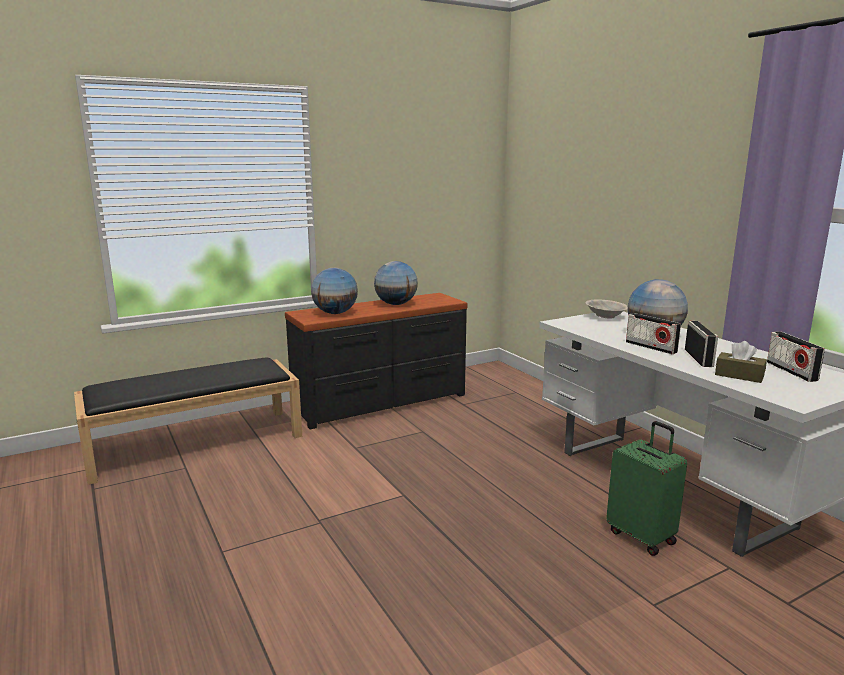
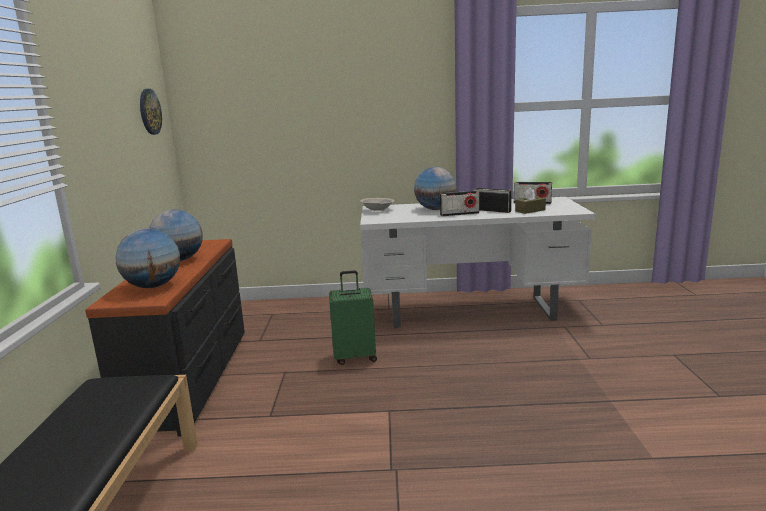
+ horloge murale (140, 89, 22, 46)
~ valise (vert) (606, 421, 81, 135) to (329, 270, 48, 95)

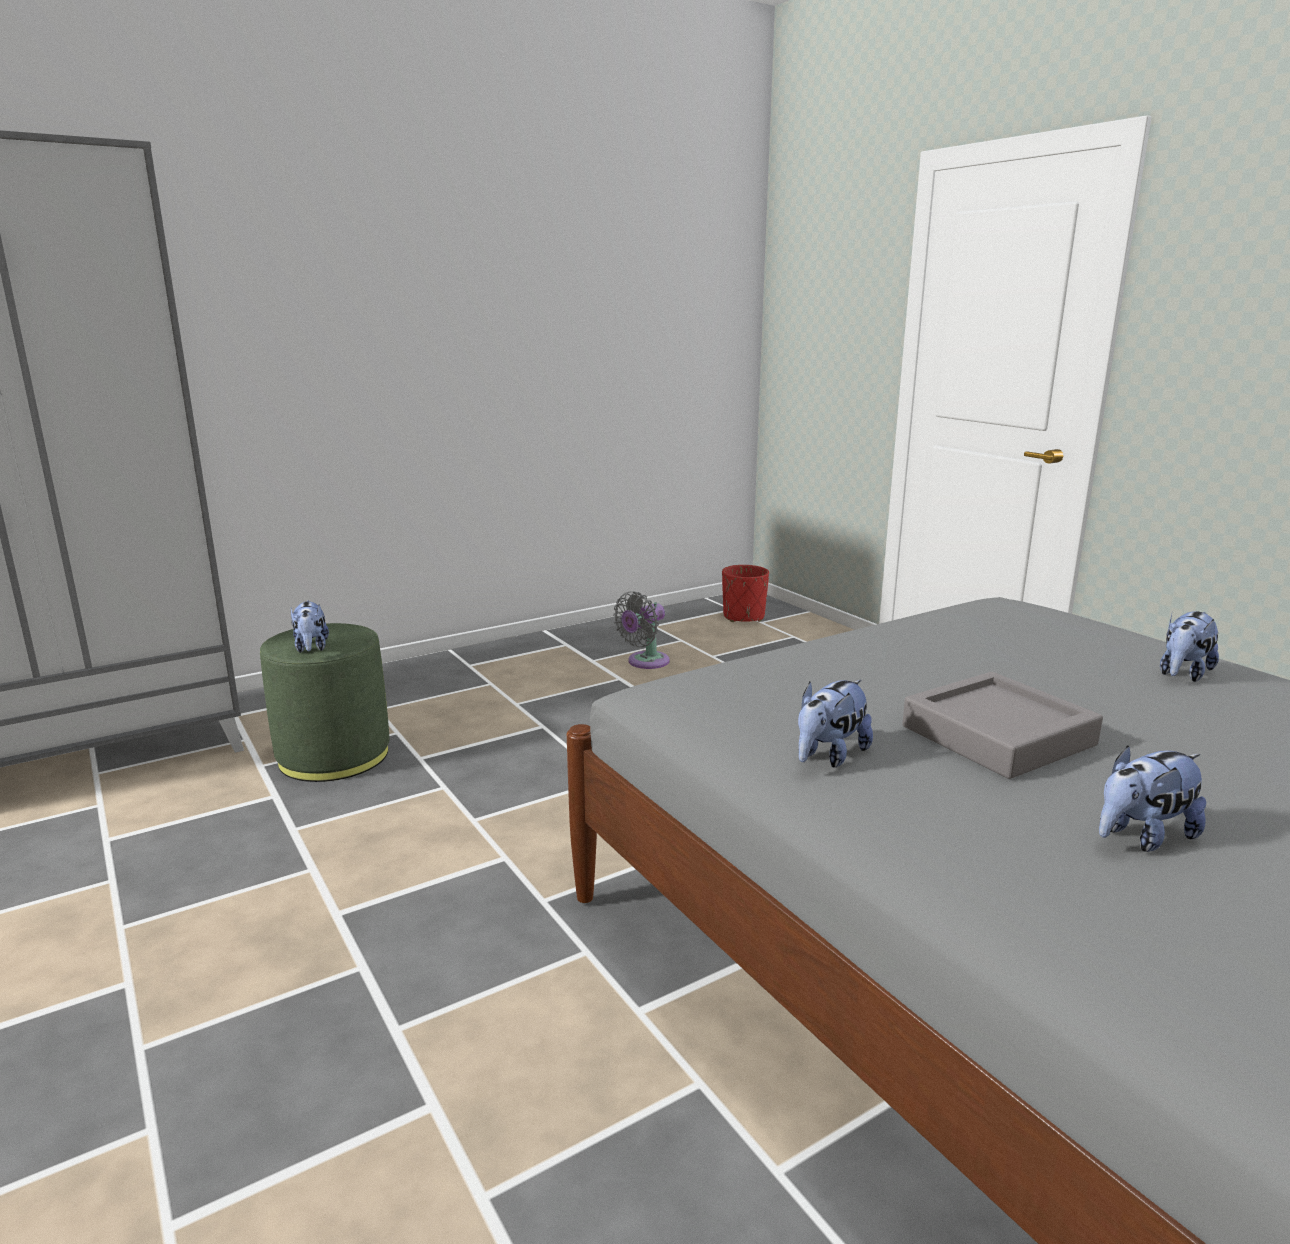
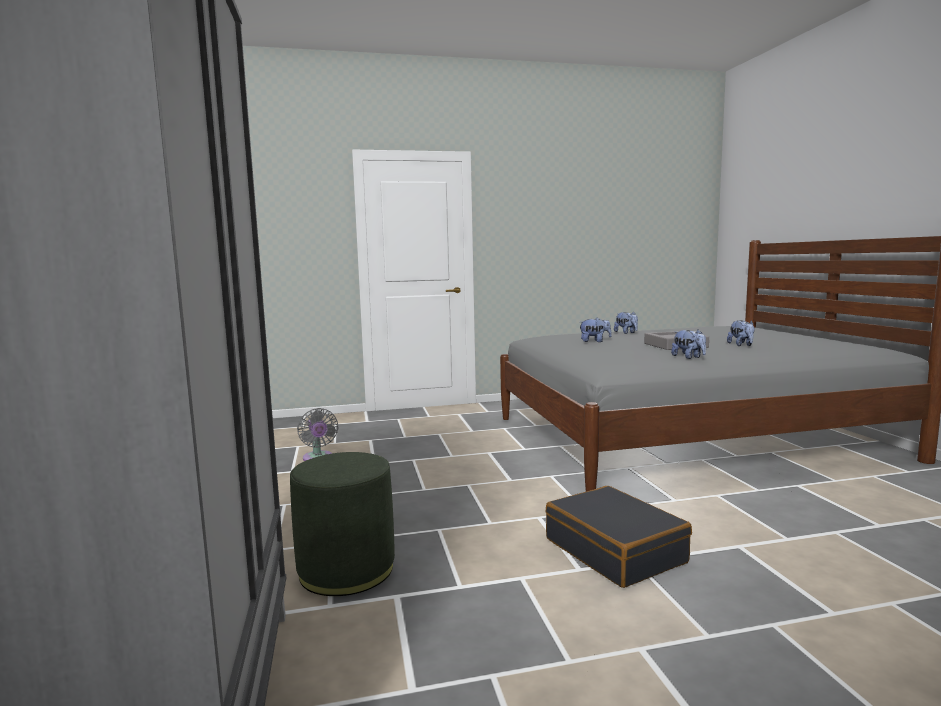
- cache-pot (rouge) (722, 565, 47, 57)
+ valise (noir) (545, 486, 147, 102)
~ peluche (291, 601, 38, 52) to (580, 318, 32, 24)

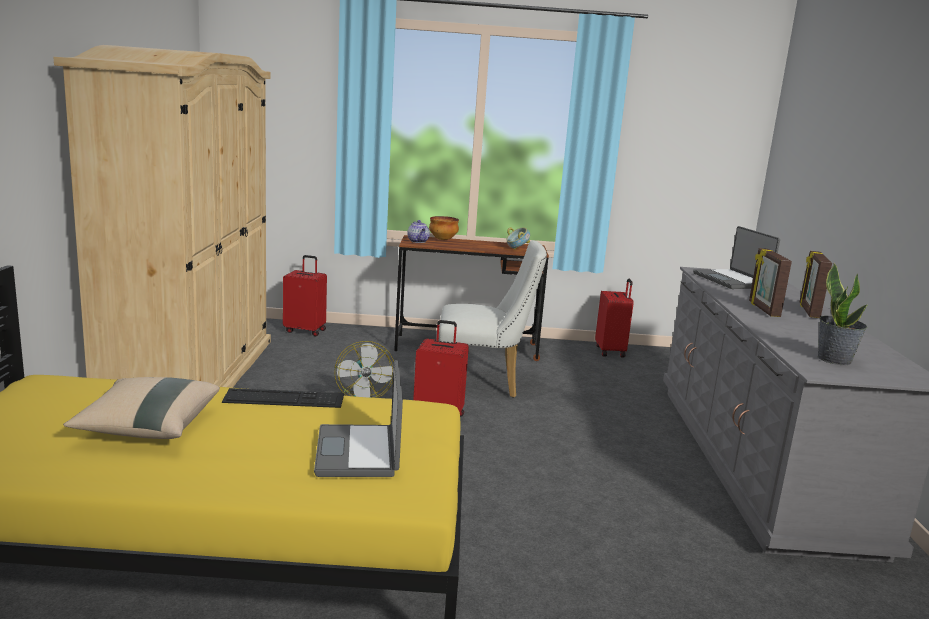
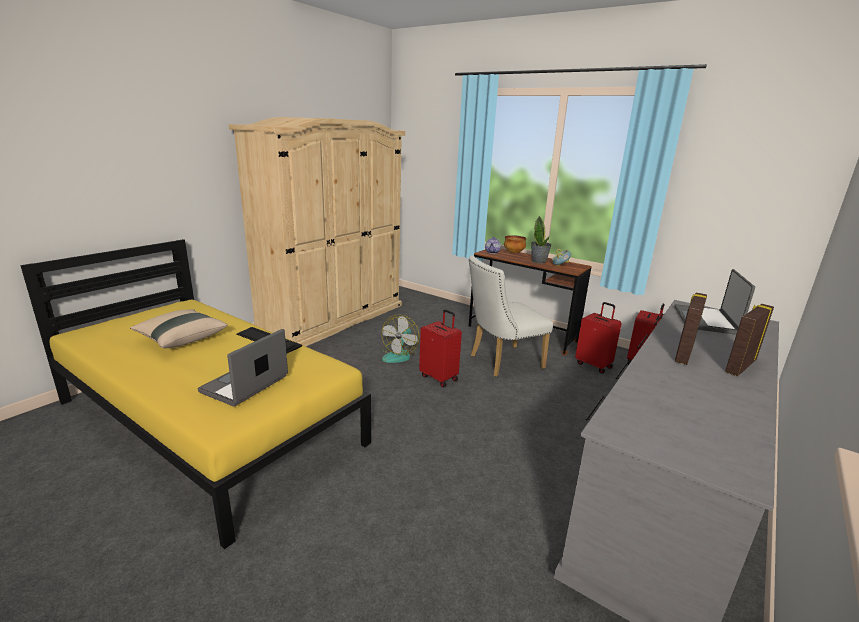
~ valise (rouge) (283, 255, 44, 81) to (575, 302, 47, 72)
~ plante en pot (818, 263, 49, 102) to (531, 215, 21, 49)
~ chaise (blanc) (439, 240, 108, 158) = (469, 255, 84, 122) 120 degrees clockwise

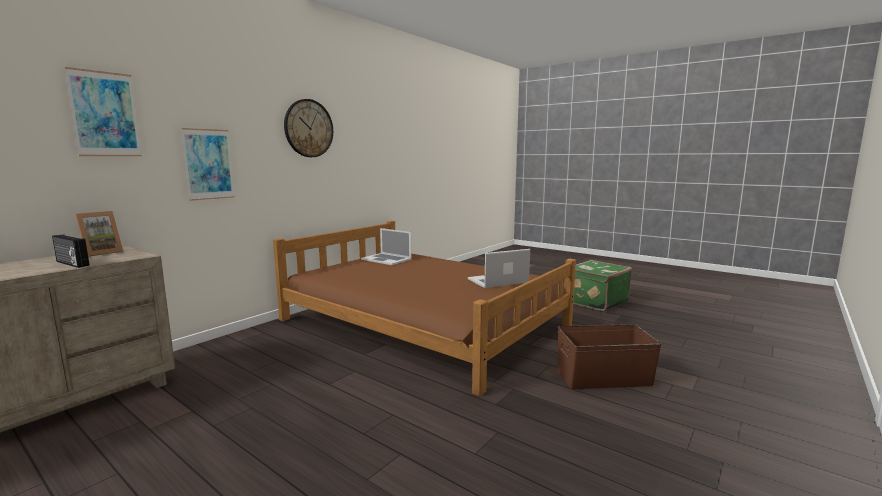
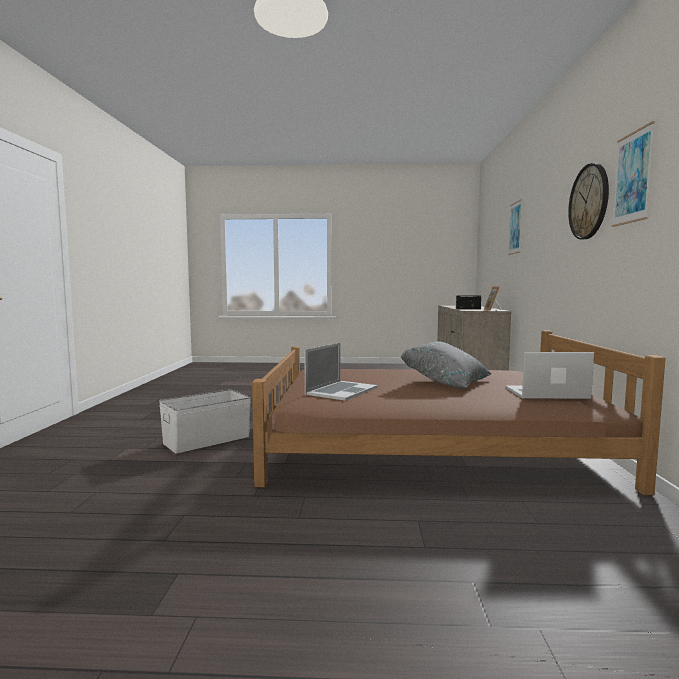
- valise (vert) (564, 260, 68, 51)
+ coussin (gris) (401, 341, 90, 47)
~ tableau (181, 128, 54, 73) to (612, 121, 43, 106)
~ boîte de rangement (marron) (558, 324, 104, 65) to boîte de rangement (blanc) (159, 389, 92, 65)

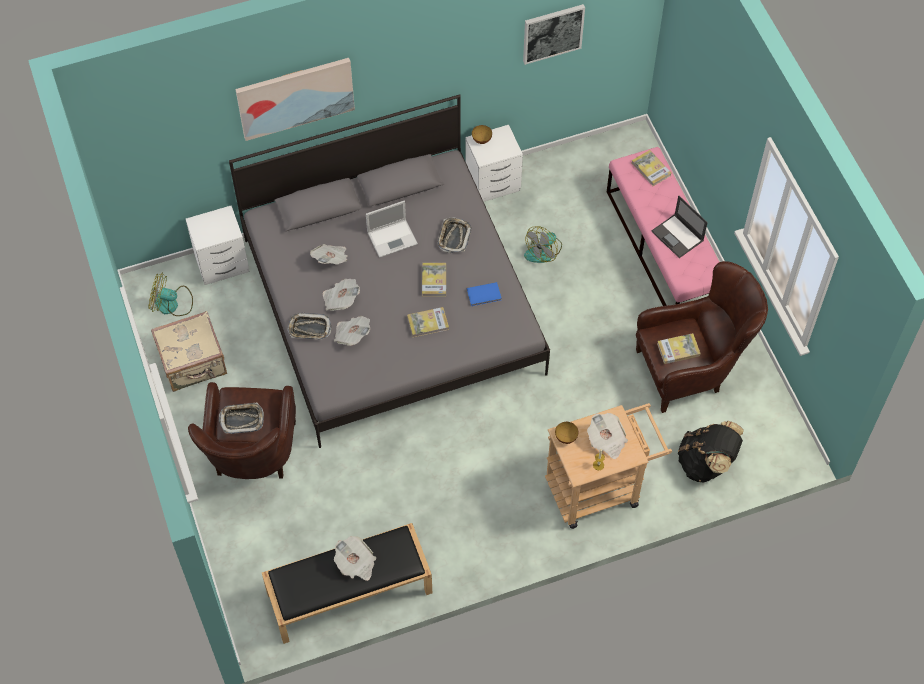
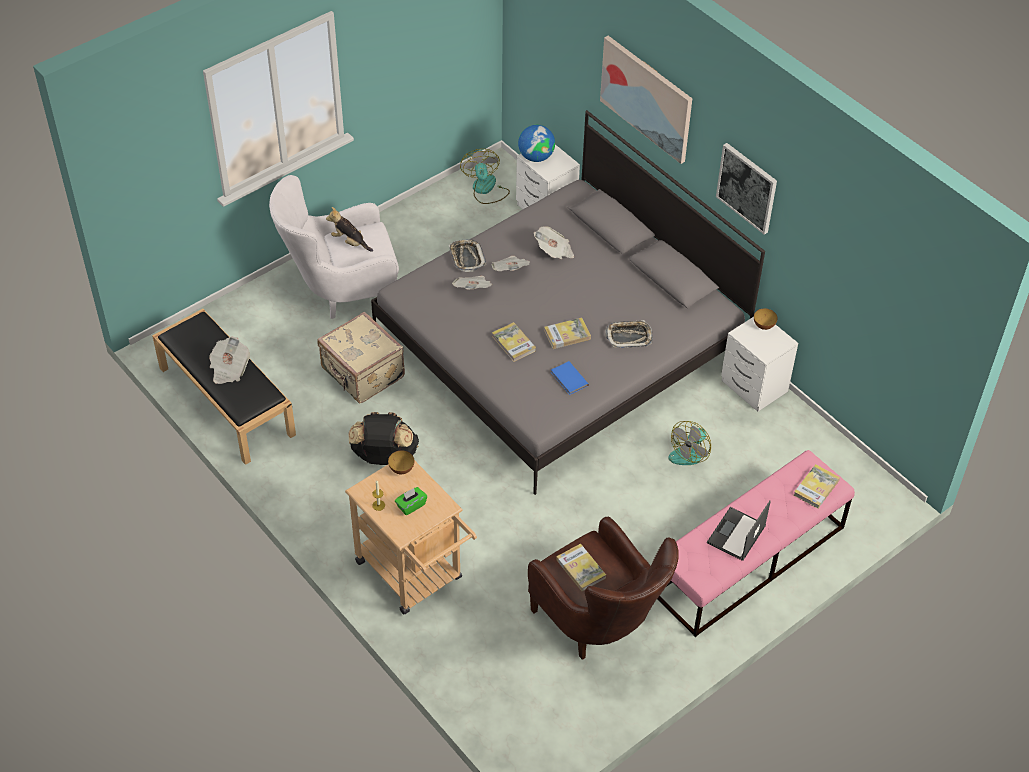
- ordinateur portable (366, 201, 52, 57)
+ globe (518, 125, 37, 37)
~ valise (beige) (151, 311, 76, 81) to (317, 311, 88, 92)
~ tableau (523, 4, 62, 61) to (716, 143, 61, 92)
~ sac à dos (noir) (678, 421, 66, 62) to (349, 412, 70, 53)
~ plateau (219, 402, 45, 32) to peluche (326, 207, 47, 45)
~ journal (587, 413, 41, 46) to boîte à mouchoirs (vert) (395, 487, 32, 28)
~ fauteuil (marron) (188, 382, 108, 97) to fauteuil (blanc) (269, 175, 130, 144)
~ ventilateur (524, 227, 38, 36) = (668, 421, 43, 44) 75 degrees counterclockwise

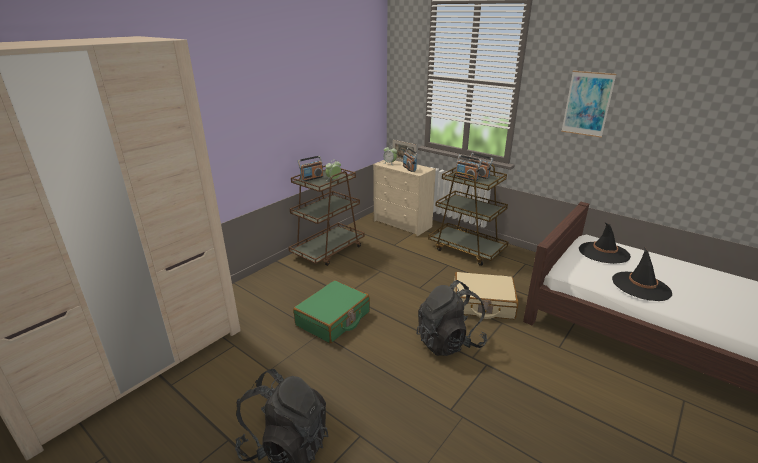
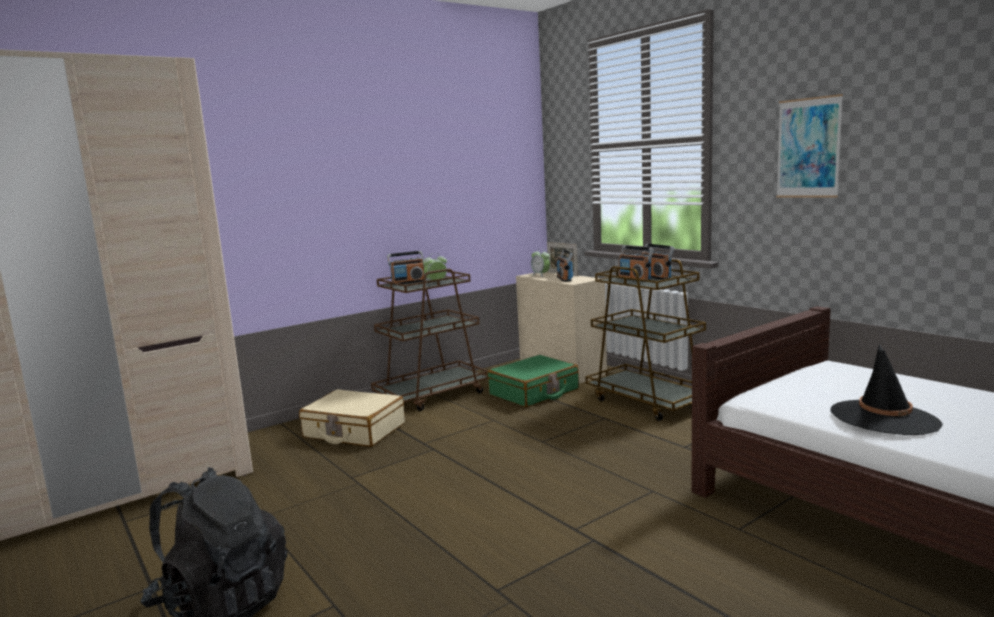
- sac à dos (noir) (416, 280, 71, 76)
- chapeau (noir) (579, 223, 52, 41)
~ valise (vert) (293, 280, 77, 63) to (488, 355, 91, 52)
~ valise (beige) (454, 272, 65, 47) to (299, 389, 106, 58)

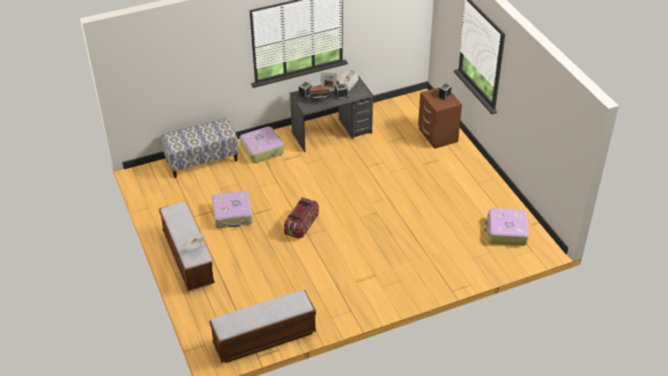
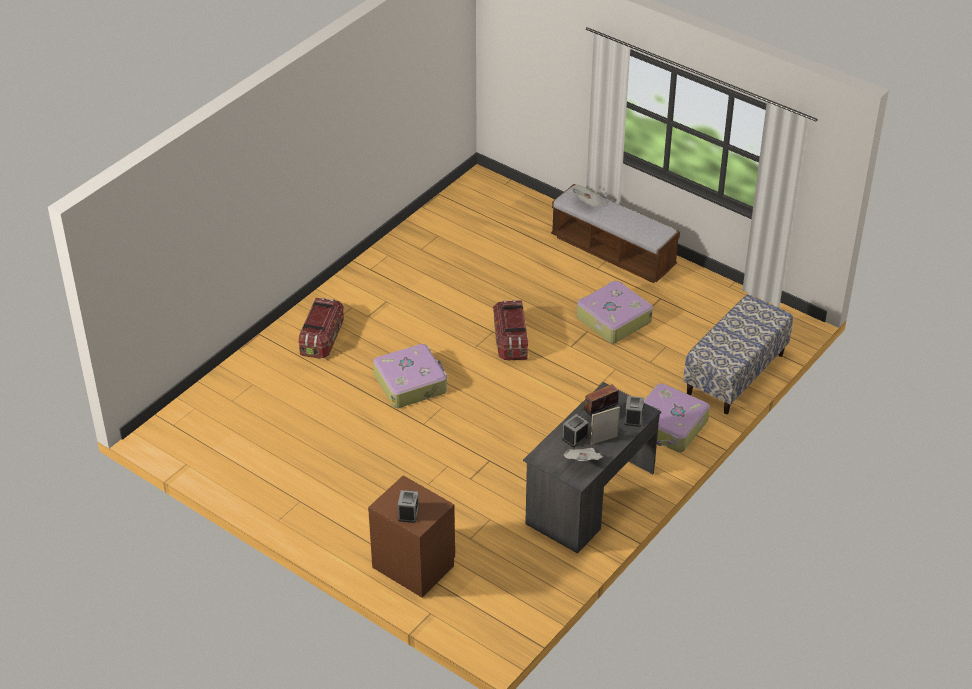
- banc (210, 290, 106, 73)
+ boîte de rangement (299, 298, 45, 61)
~ valise (484, 208, 45, 37) to (373, 344, 74, 64)

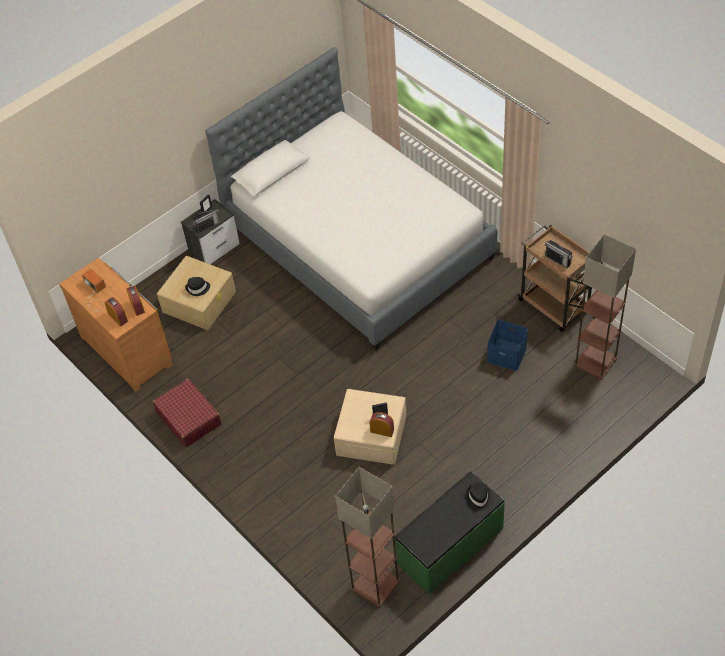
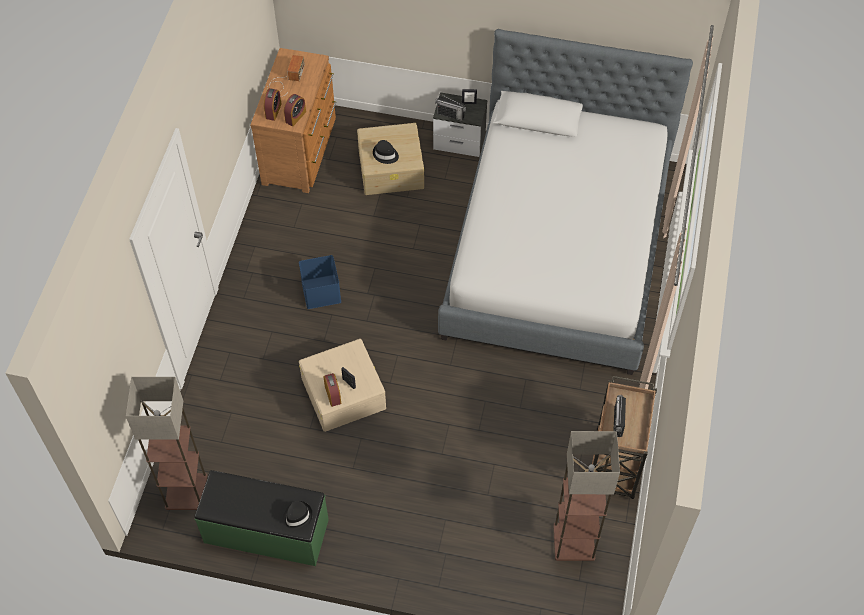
- valise (rouge) (153, 379, 68, 68)
~ boîte de rangement (bleu) (487, 320, 41, 51) to (299, 255, 42, 54)

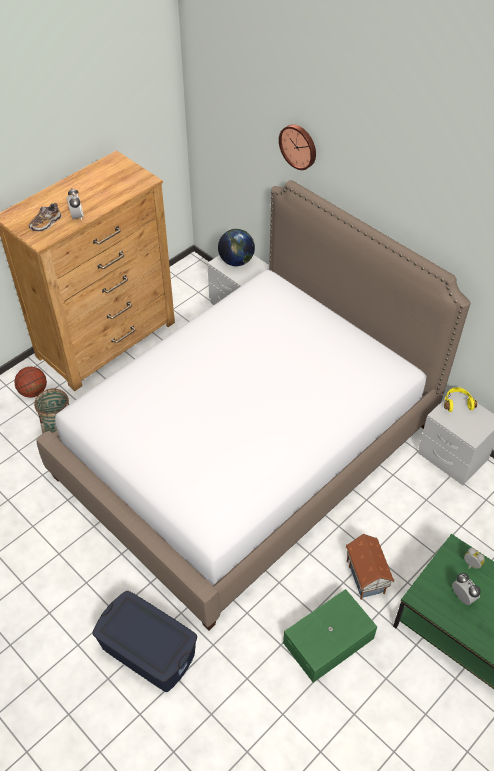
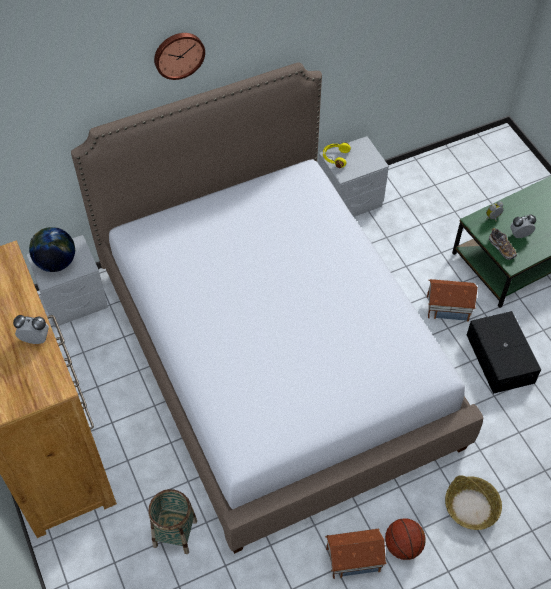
+ maison miniature (325, 528, 62, 51)
~ ballon de basket (14, 367, 33, 31) to (385, 518, 41, 42)
~ chaussure (29, 203, 33, 28) to (489, 228, 28, 32)
~ horloge murale (279, 124, 37, 46) to (154, 33, 51, 47)
~ boîte de rangement (bleu) (92, 591, 105, 101) to panier (445, 475, 57, 55)
~ boîte de rangement (vert) (283, 589, 94, 94) to boîte de rangement (noir) (467, 311, 74, 83)

